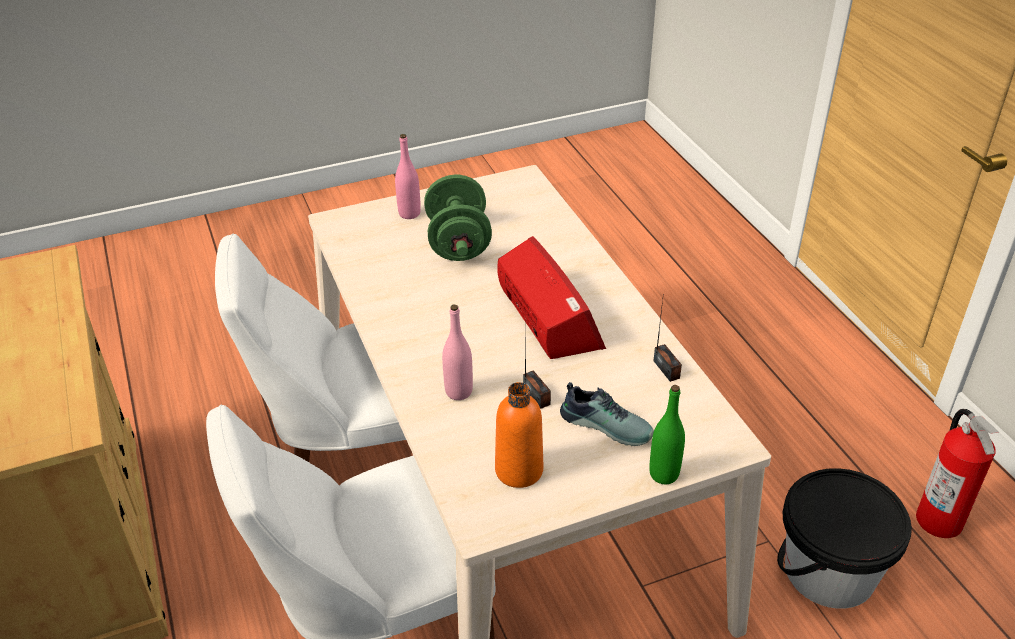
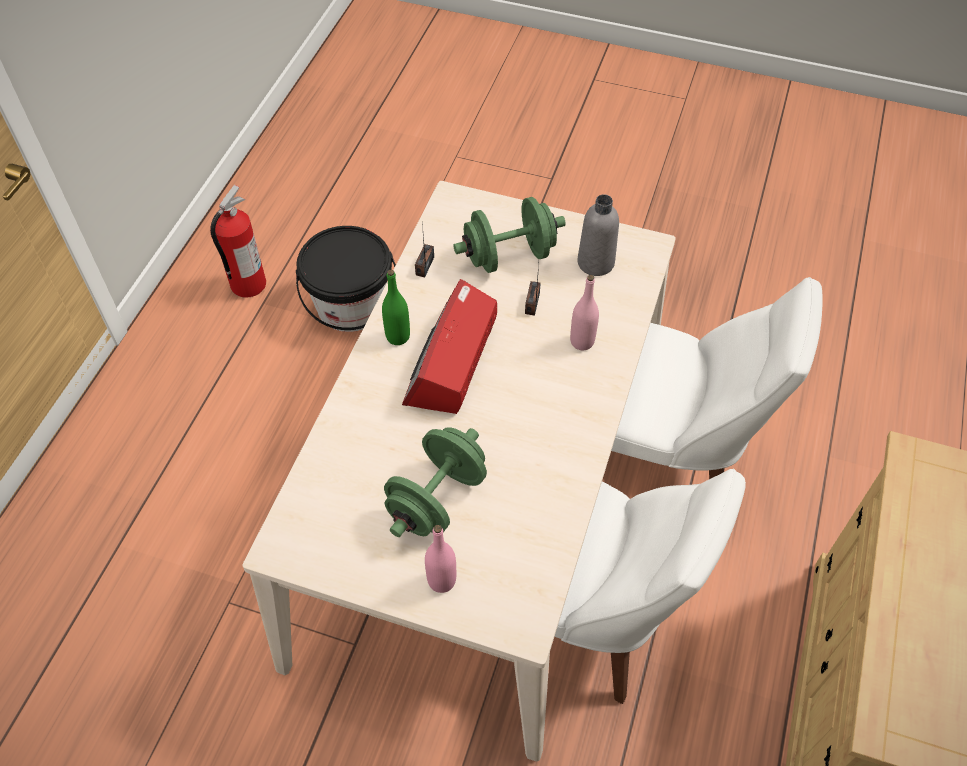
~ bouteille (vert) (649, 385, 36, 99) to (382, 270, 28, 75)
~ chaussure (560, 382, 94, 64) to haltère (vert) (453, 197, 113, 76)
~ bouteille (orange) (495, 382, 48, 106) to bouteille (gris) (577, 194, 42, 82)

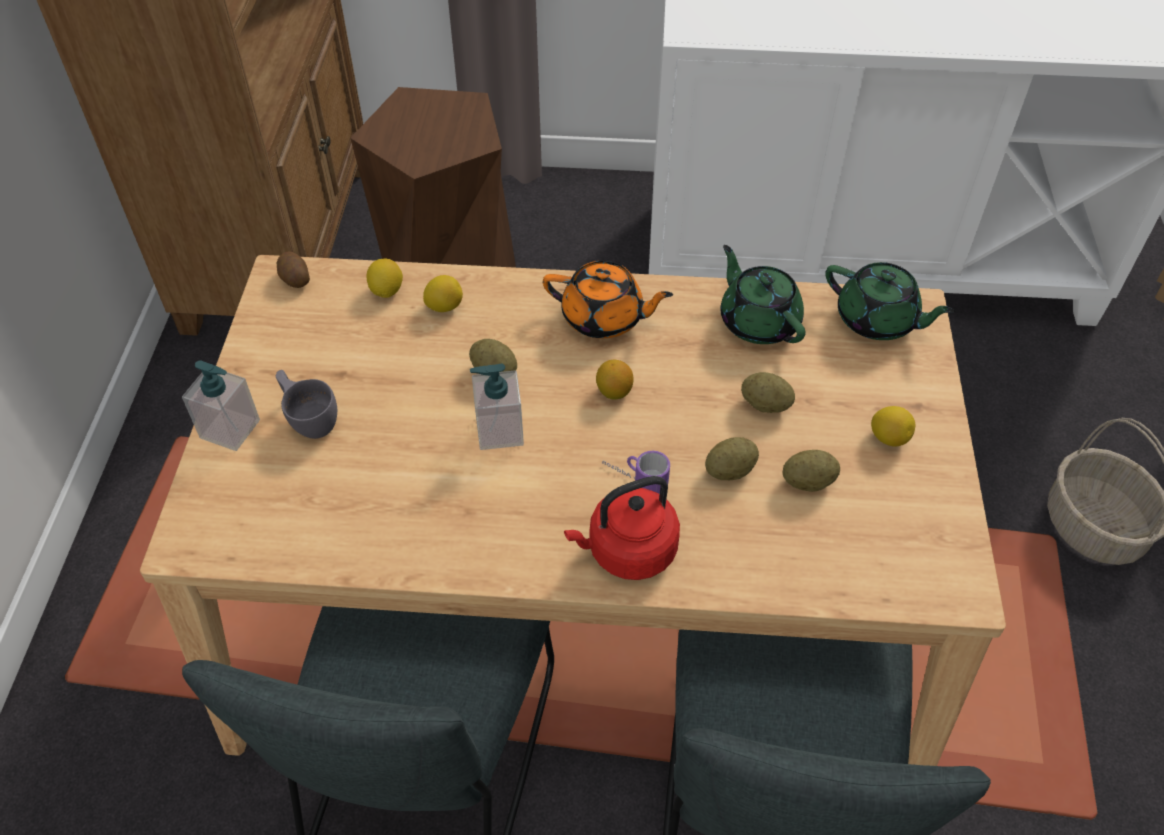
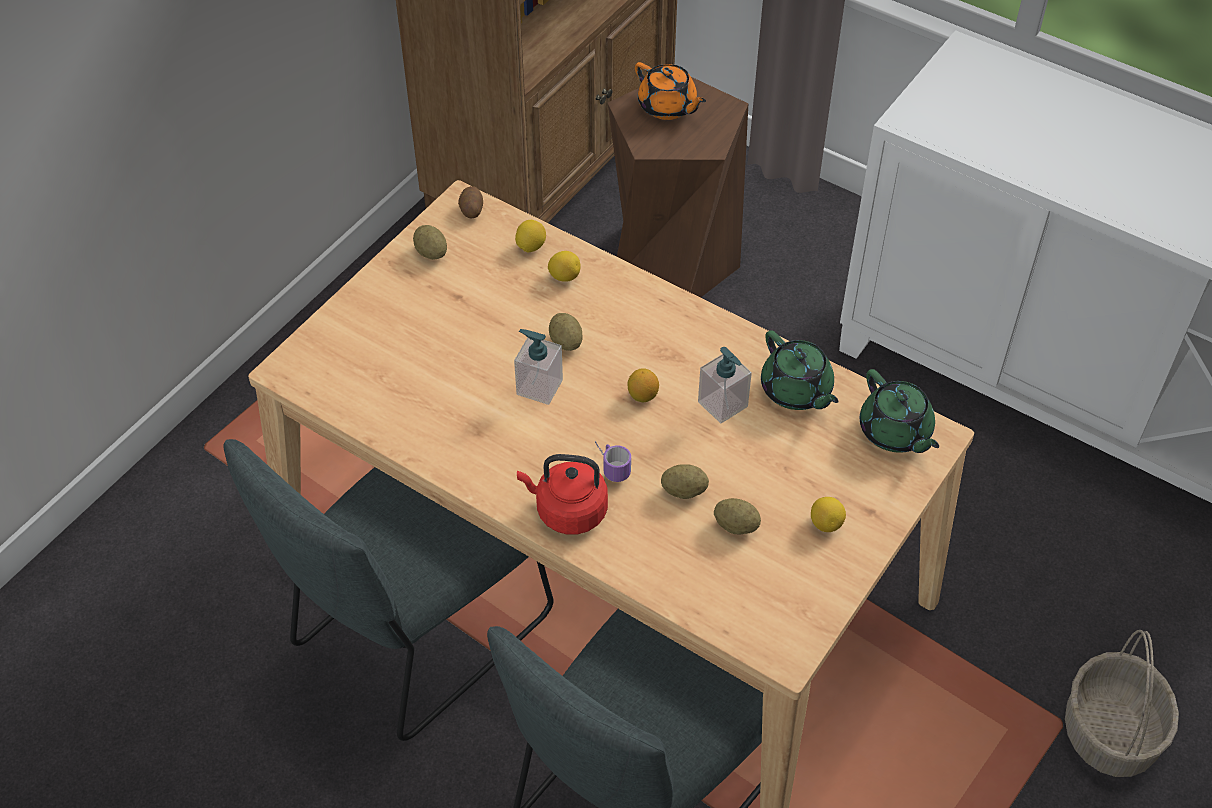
- tasse (gris) (276, 370, 61, 69)
~ distributeur de savon (182, 360, 78, 91) to (698, 347, 54, 77)
~ théière (orange) (543, 261, 130, 77) to (635, 62, 71, 58)
~ pomme de terre (741, 372, 54, 41) to (413, 225, 34, 35)
~ théière (vert) (721, 245, 85, 99) = (761, 330, 78, 80) 150 degrees clockwise

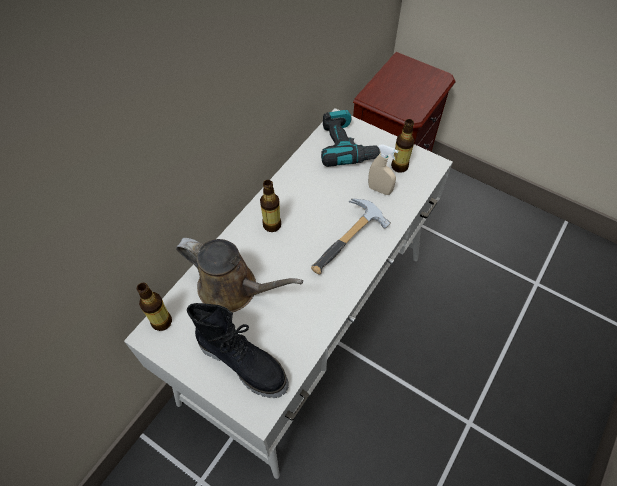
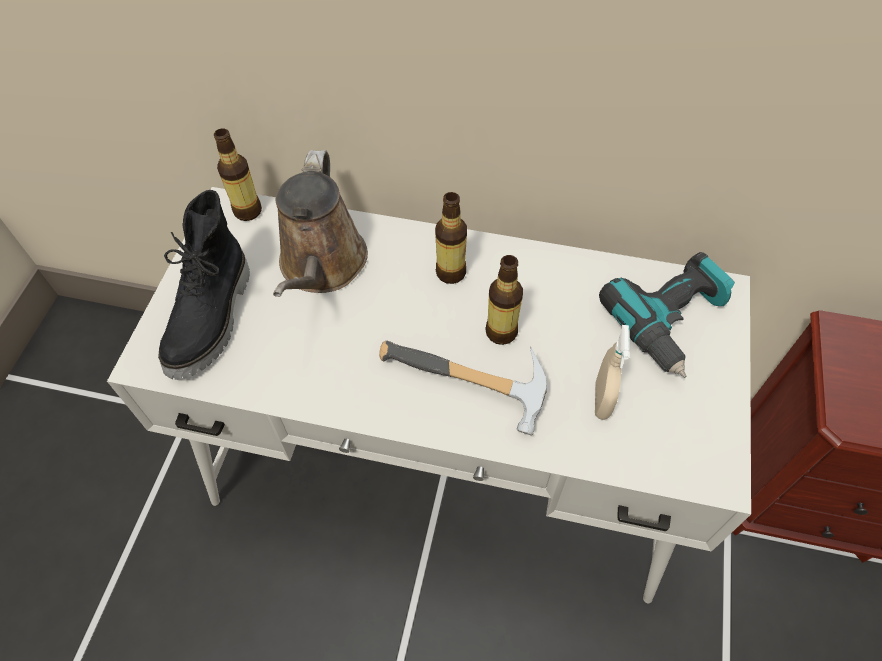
~ bouteille (391, 119, 23, 54) to (485, 255, 38, 90)

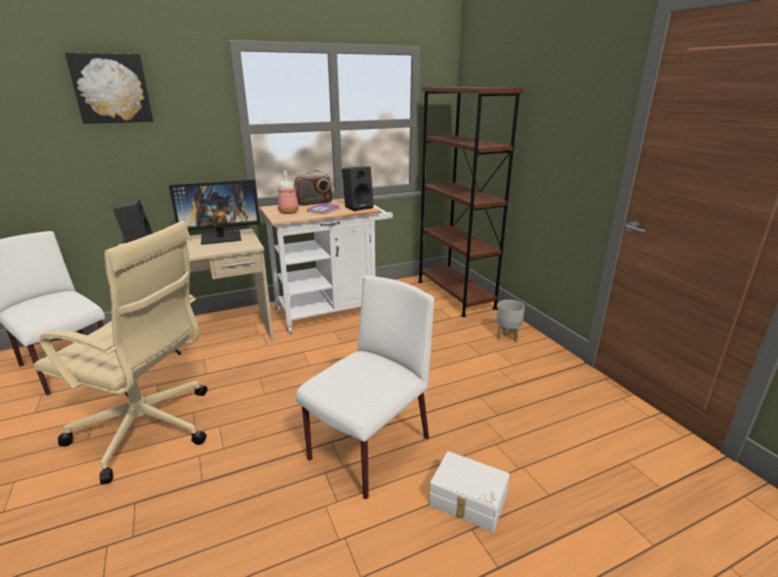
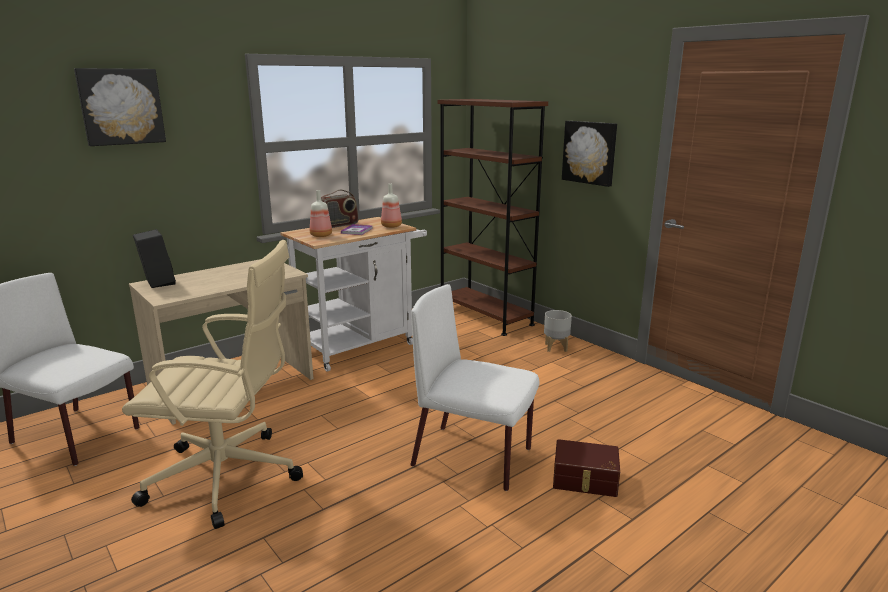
- écran d'ordinateur (169, 179, 91, 66)
+ tableau (562, 121, 55, 66)
~ enceinte (noir) (342, 166, 32, 45) to bouteille (381, 184, 21, 44)
~ boîte de rangement (blanc) (429, 451, 81, 81) to boîte de rangement (marron) (553, 439, 67, 58)
~ chaise (blanc) (296, 275, 138, 224) = (410, 284, 130, 207) 90 degrees counterclockwise

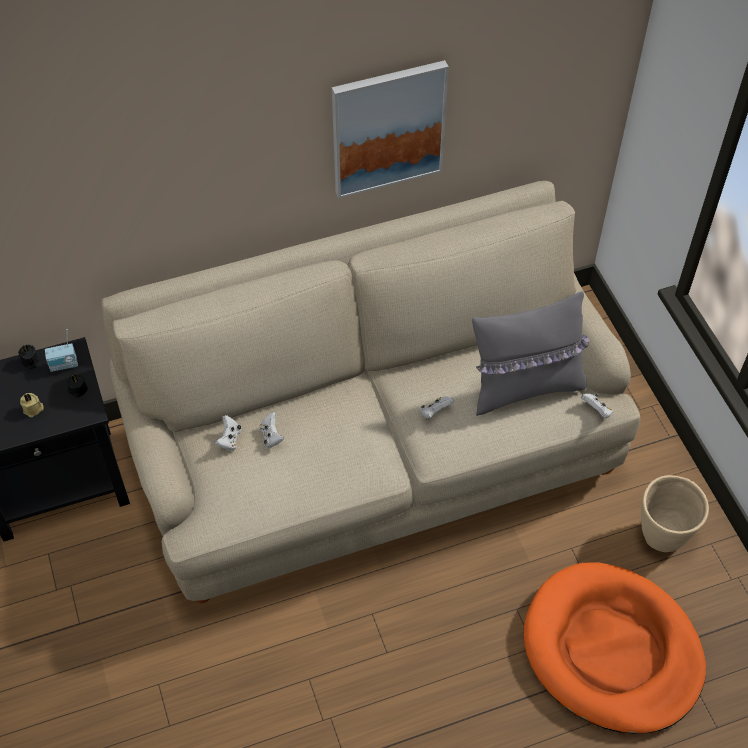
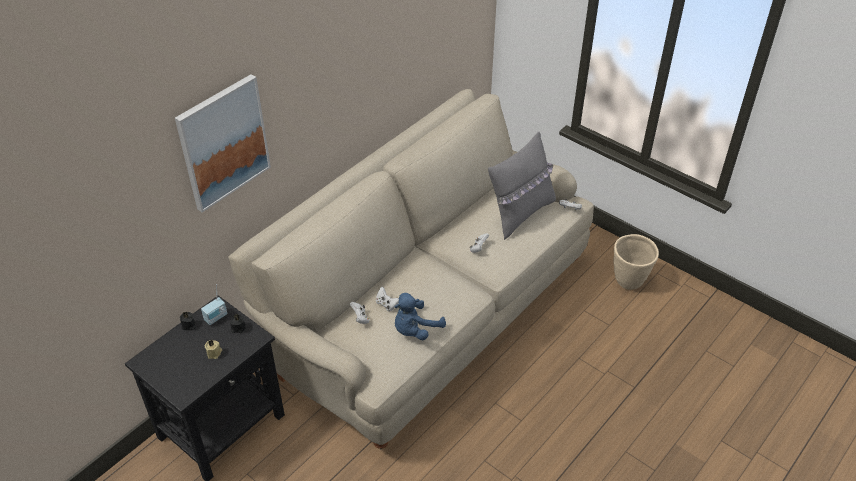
- panier pour chien (orange) (524, 562, 182, 172)
+ peluche (bleu) (395, 293, 51, 47)
~ tableau (332, 60, 117, 138) to (175, 74, 96, 138)

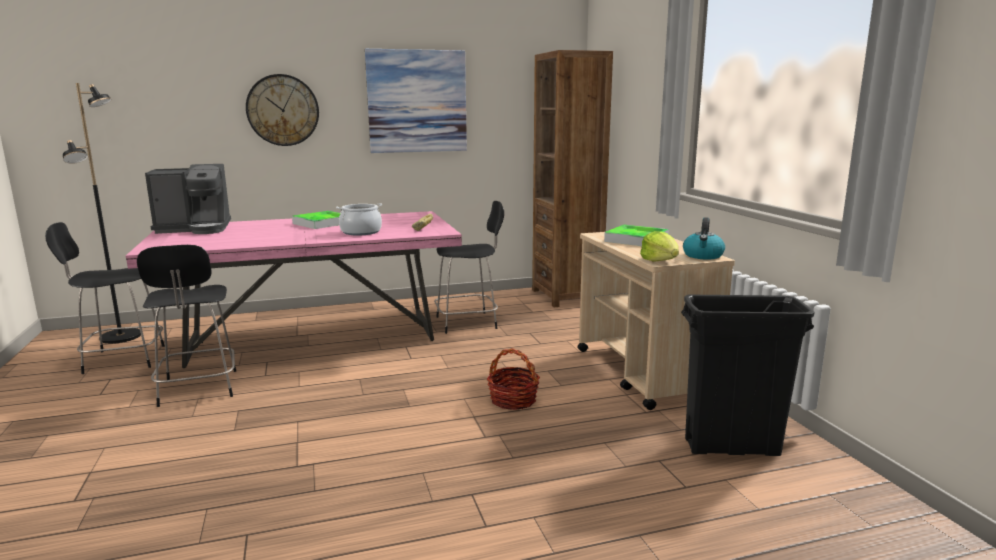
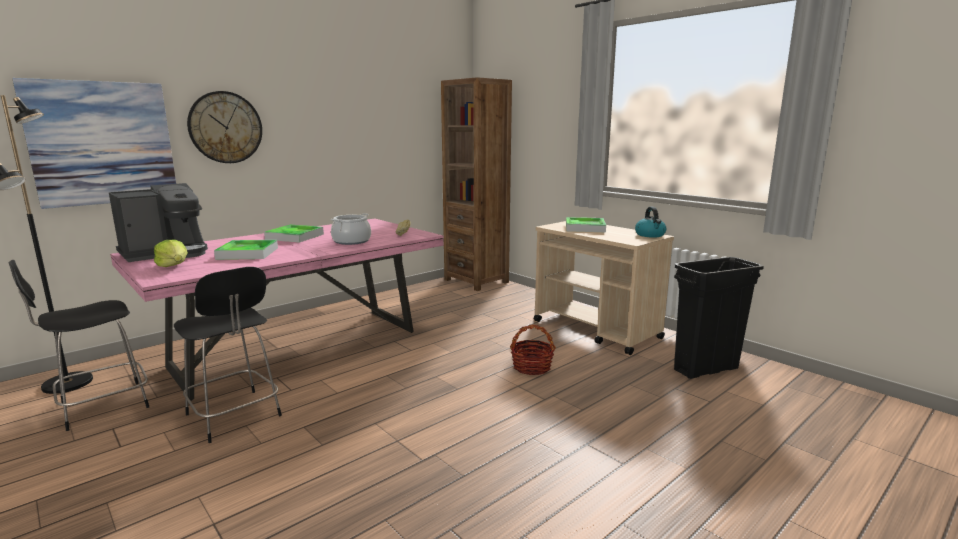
- chaise (noir) (434, 201, 70, 133)
+ plateau (214, 240, 64, 20)
~ tableau (365, 49, 102, 104) to (12, 78, 164, 131)
~ laitue (640, 231, 39, 31) to (154, 240, 34, 27)

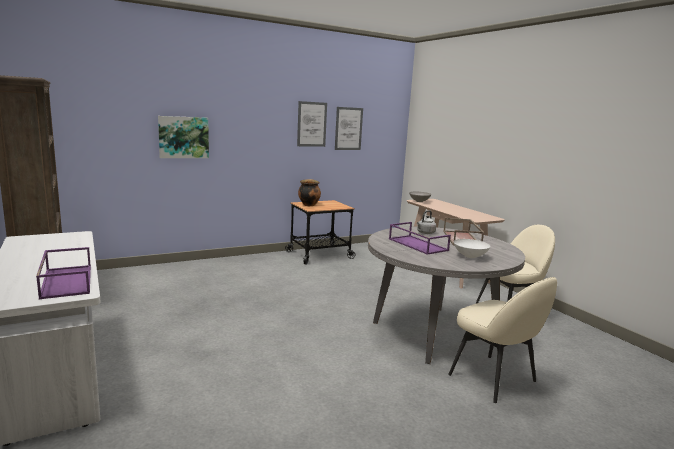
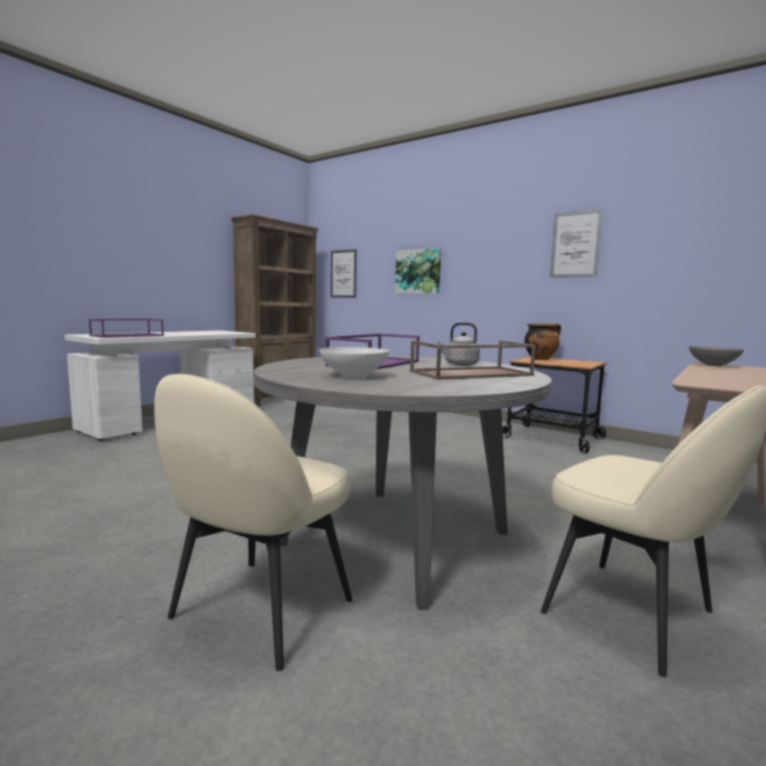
~ tableau (335, 107, 28, 43) to (330, 249, 27, 49)

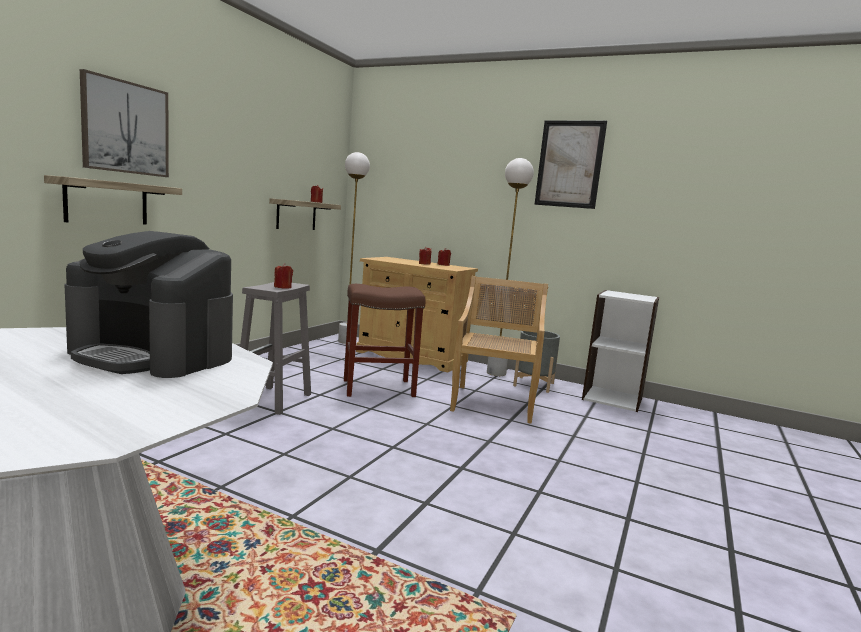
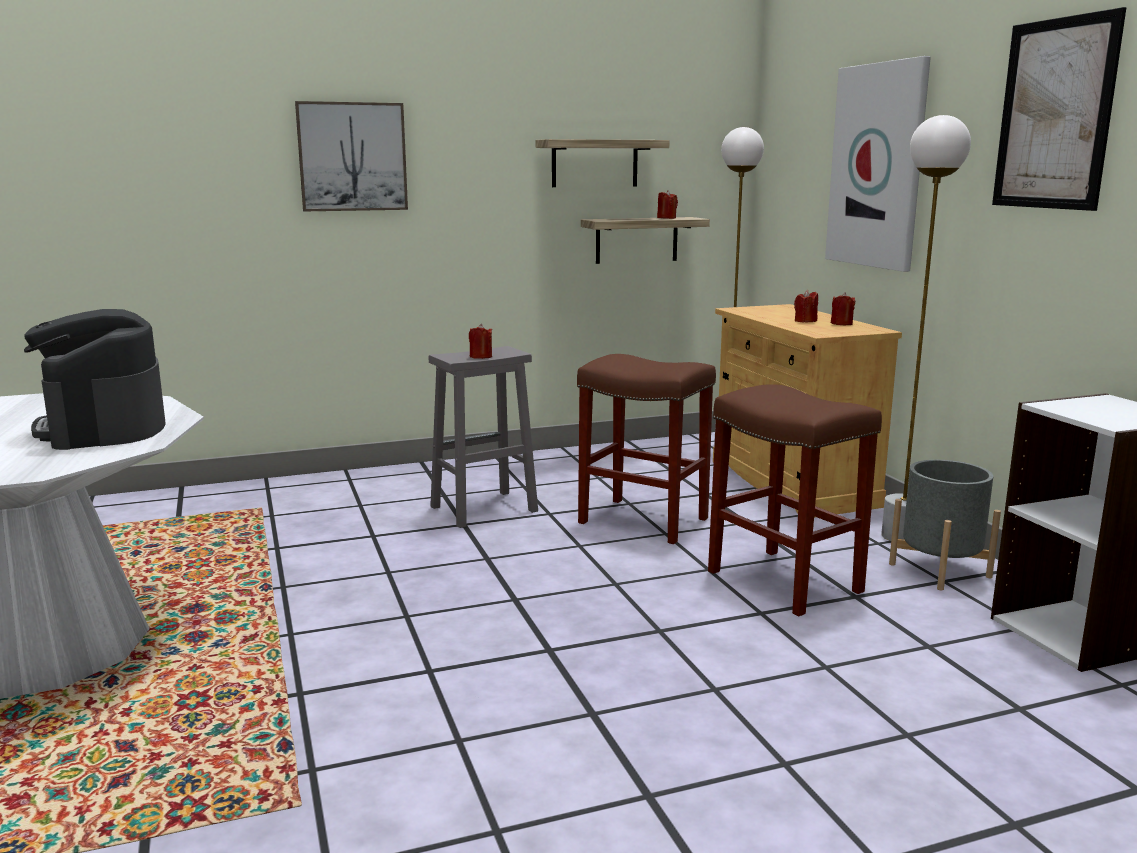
+ tableau (825, 56, 106, 216)
~ étagère (44, 175, 138, 50) to (535, 139, 135, 48)
~ chaise (beige) (450, 276, 98, 148) to tabouret (marron) (708, 384, 174, 233)

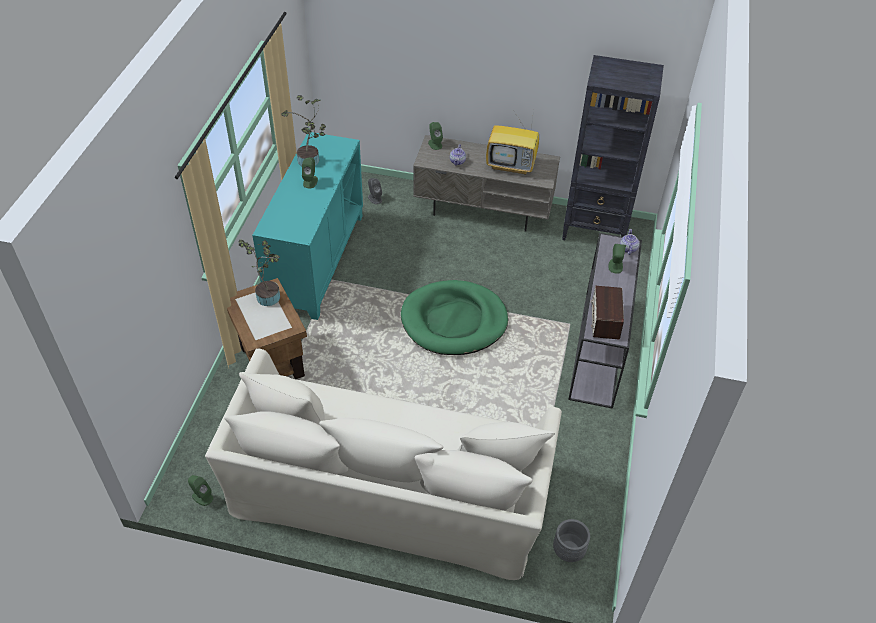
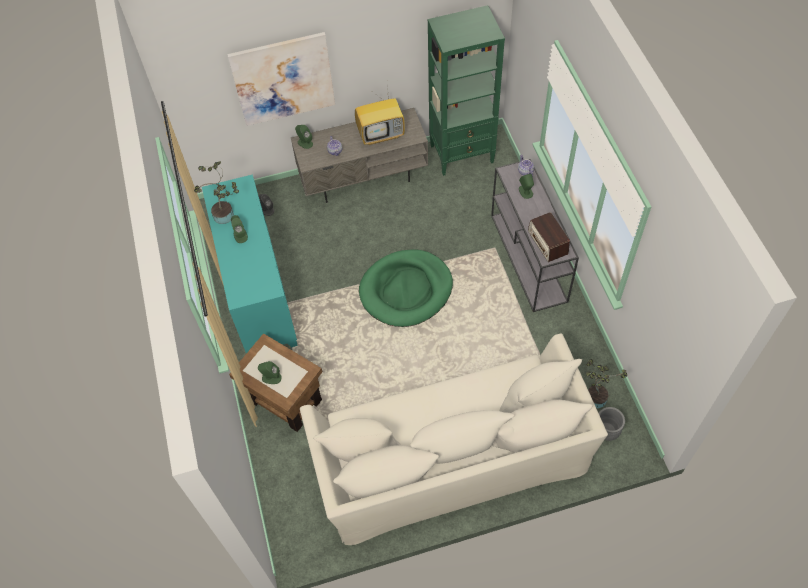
+ tableau (227, 32, 108, 94)
~ enceinte (vert) (188, 475, 25, 31) to (258, 361, 24, 23)
~ plante en pot (239, 240, 41, 66) to (586, 359, 41, 49)
~ bibliothèque (noir) (562, 55, 102, 185) to bibliothèque (vert) (428, 5, 77, 171)

